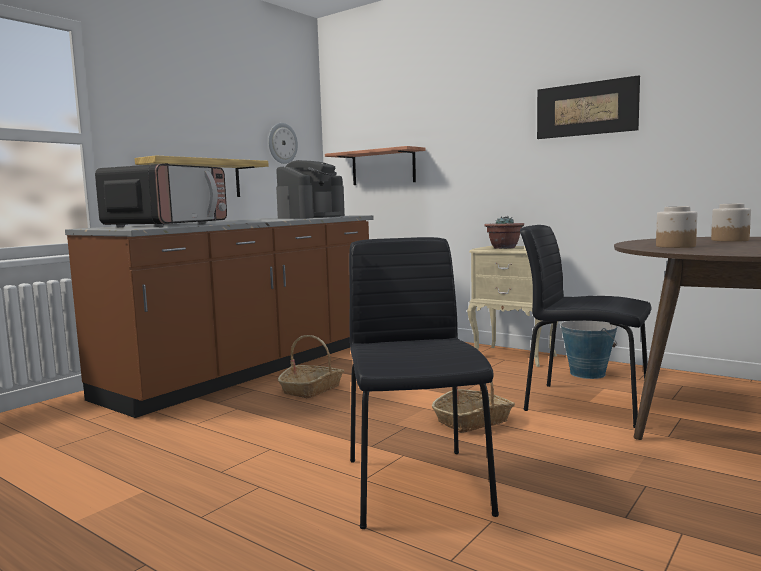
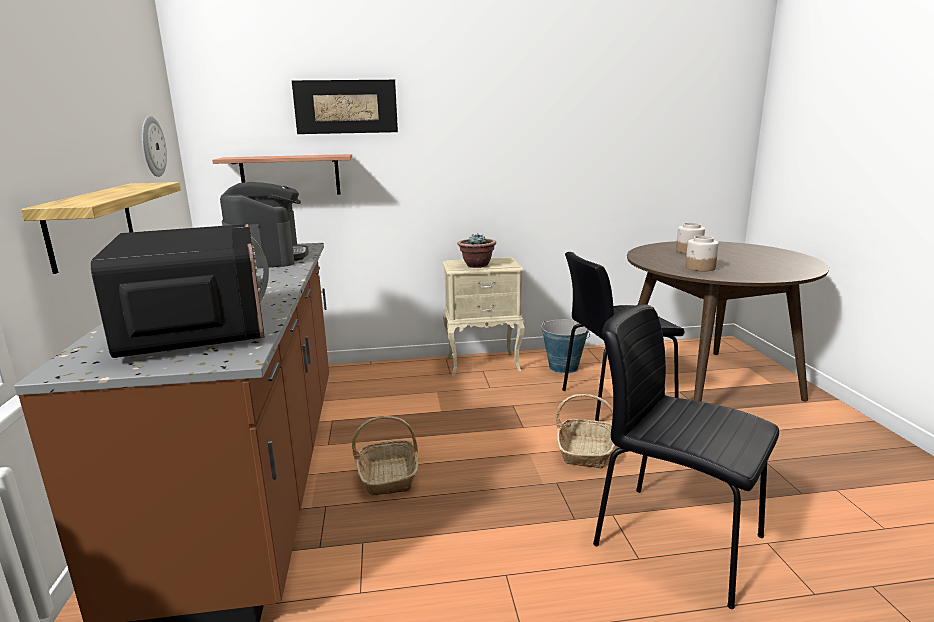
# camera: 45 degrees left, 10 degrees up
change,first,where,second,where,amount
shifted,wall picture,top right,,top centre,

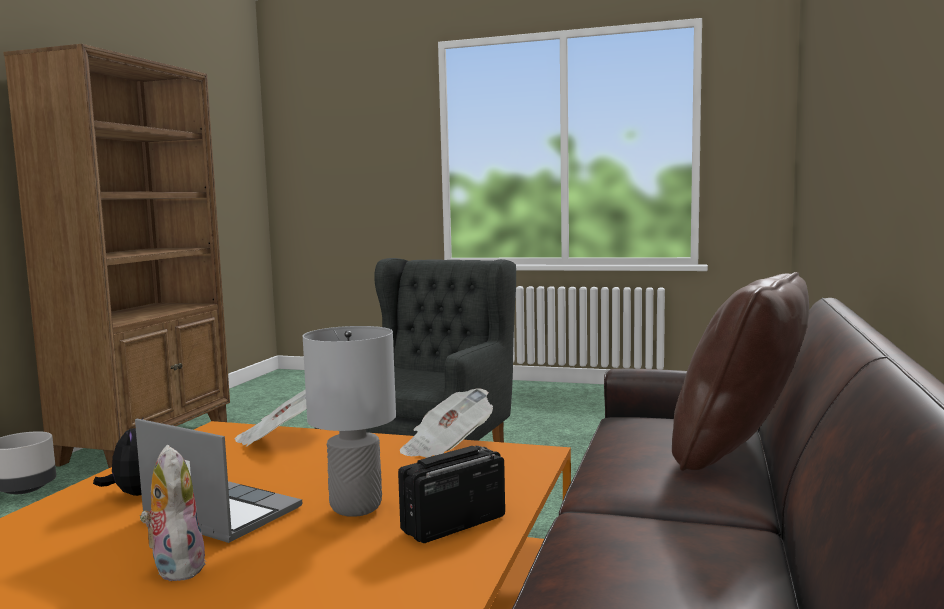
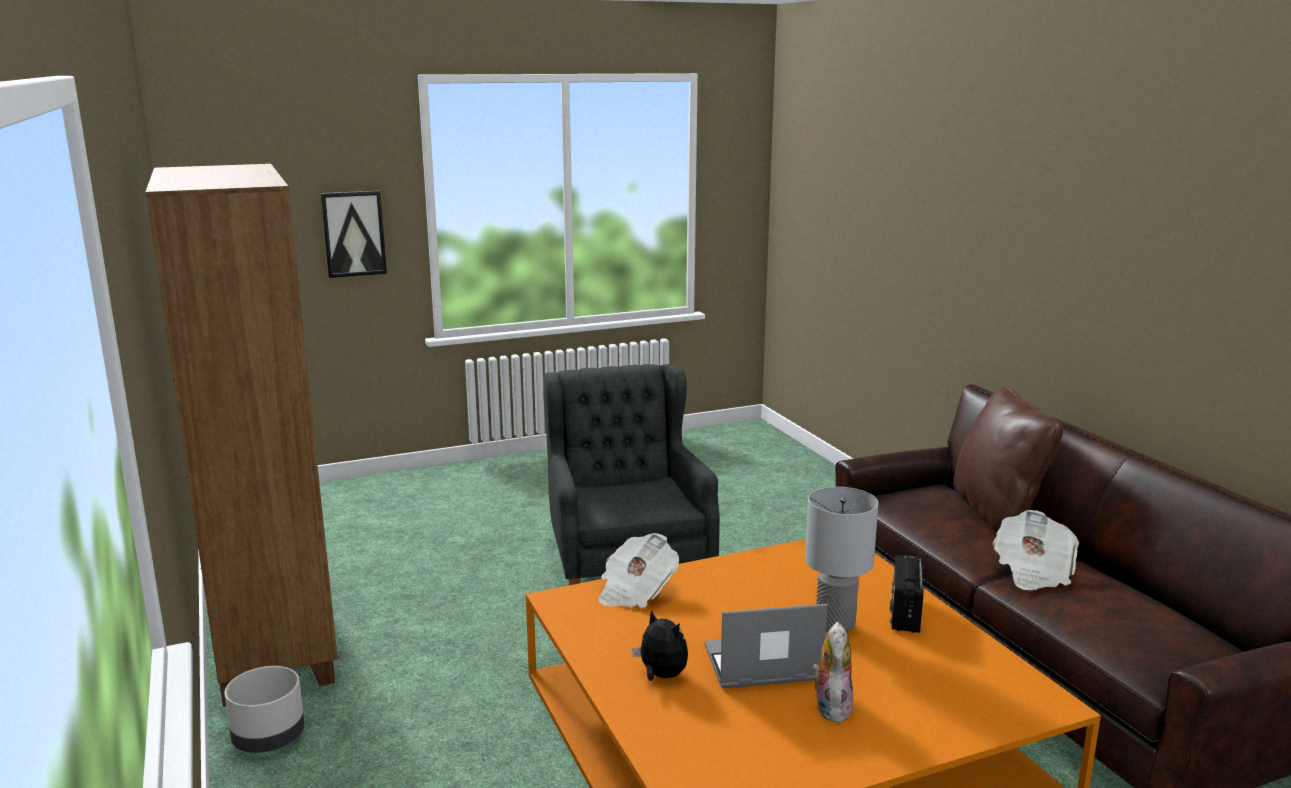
# camera: 40 degrees left, 10 degrees up
change,first,where,second,where,amount
shifted,newspaper (no. 2 from left),bottom centre,,bottom right,
rotated,plush toy (no. 2 from left),bottom left,,bottom centre,75 degrees clockwise
new,,,wall picture,top left,

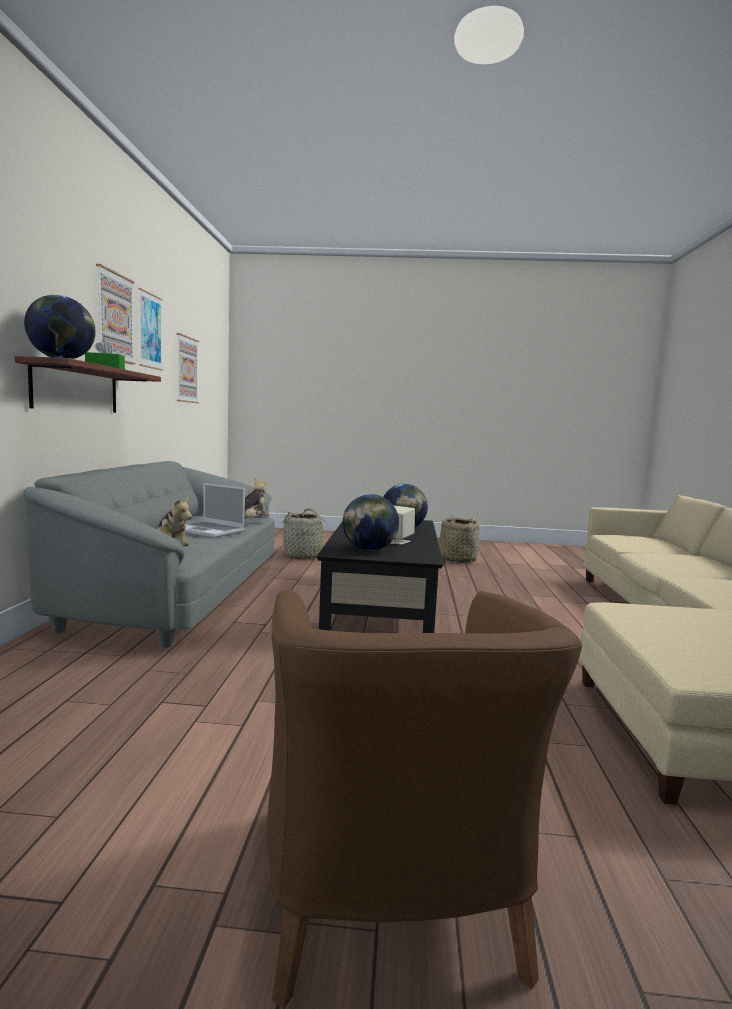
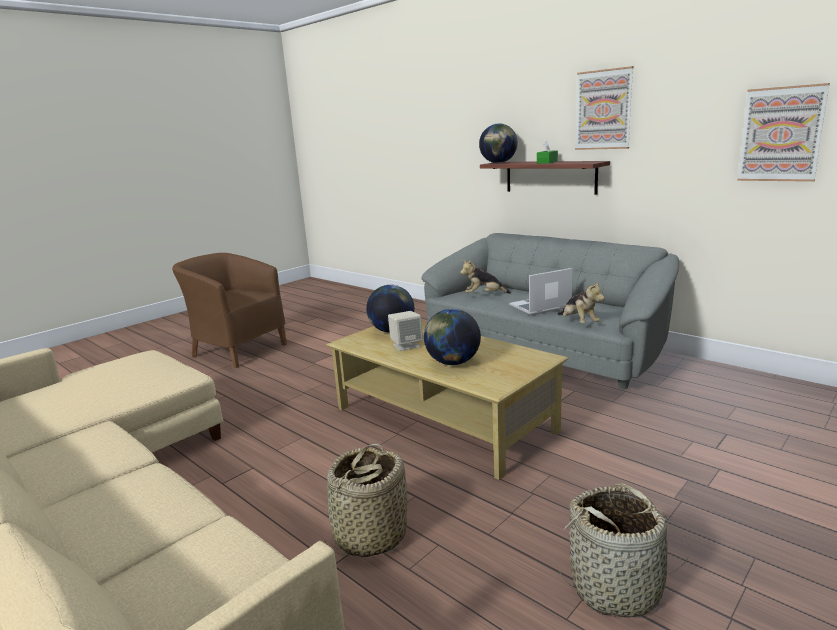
# camera: 130 degrees right, 10 degrees up
change,first,where,second,where,amount
gone,wall picture (no. 2 from left),top left,,,
shifted,household basket (no. 1 from left),centre,,bottom centre,
repainted,lounge table/blackish,centre,lounge table/sand-coloured,centre,

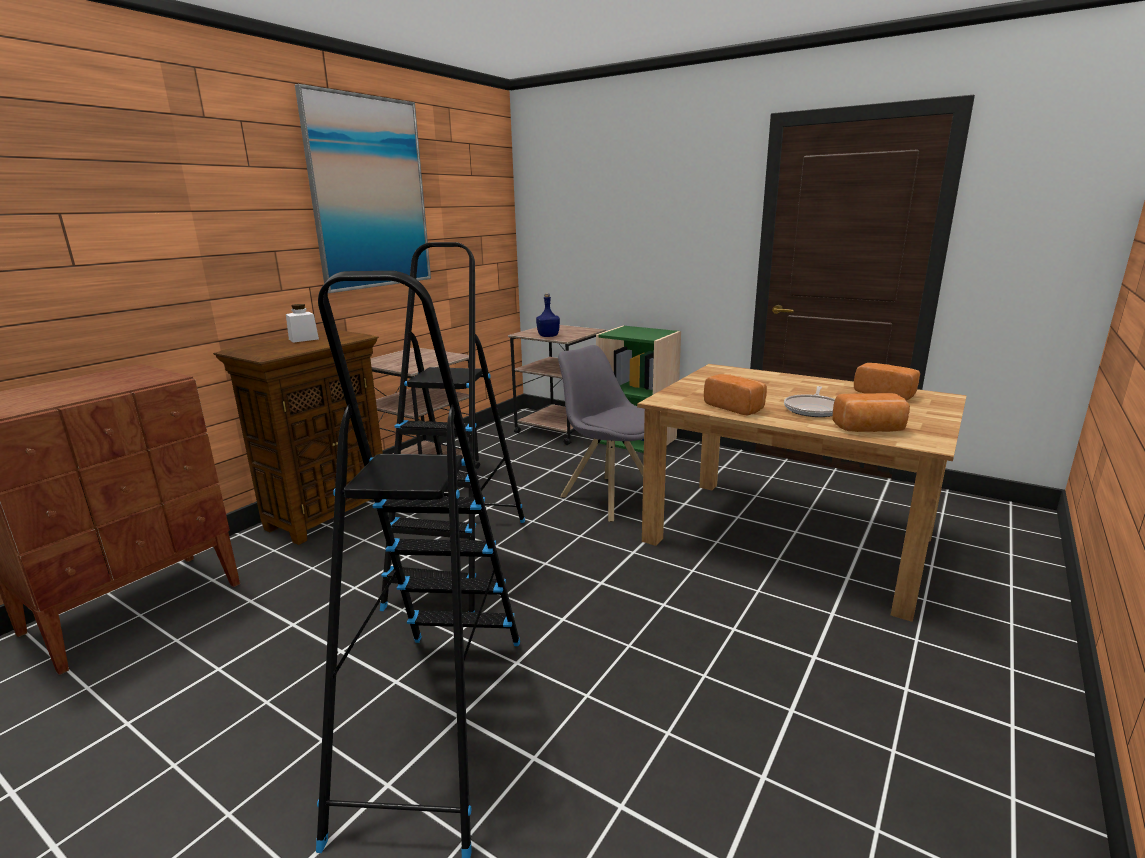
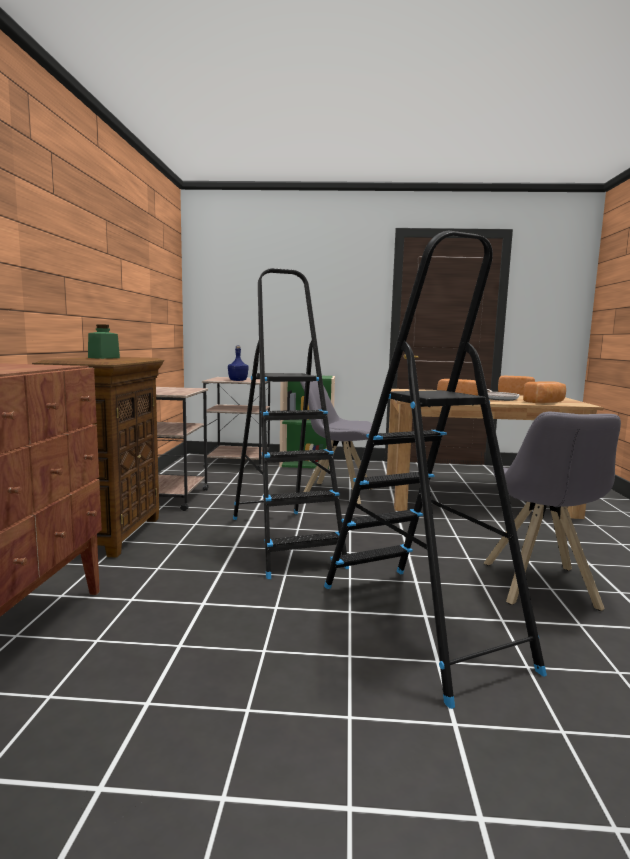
# camera: 30 degrees left, 10 degrees down
change,first,where,second,where,amount
gone,wall picture,top left,,,
repainted,jar/whitish,middle left,jar/greenish,middle left,
new,,,plain chair/greyish (no. 2 from left),middle right,

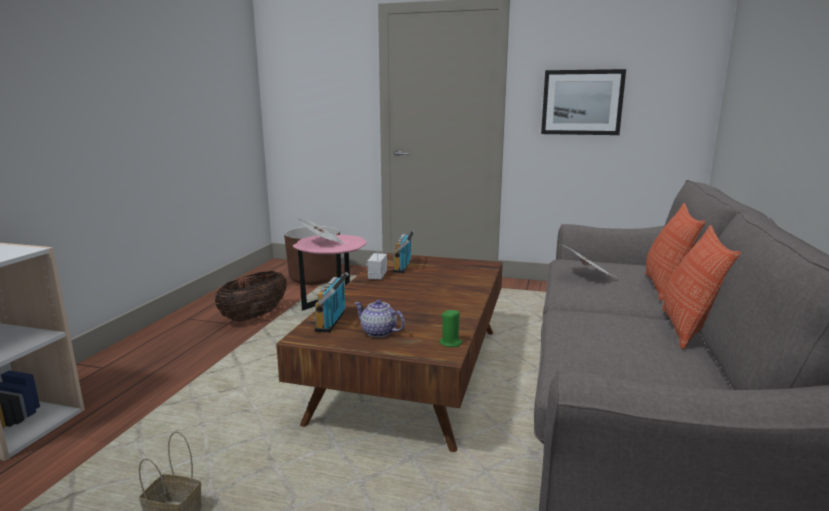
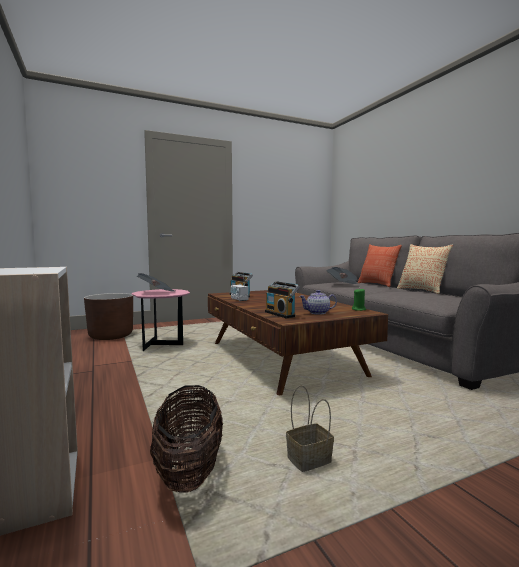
# camera: 40 degrees left, 10 degrees down
change,first,where,second,where,amount
gone,wall picture,top right,,,
repainted,throw pillow/orange (no. 2 from left),middle right,throw pillow/sand-coloured,middle right,
shifted,household basket (no. 2 from left in the first image),middle left,household basket (no. 1 from left),bottom centre,

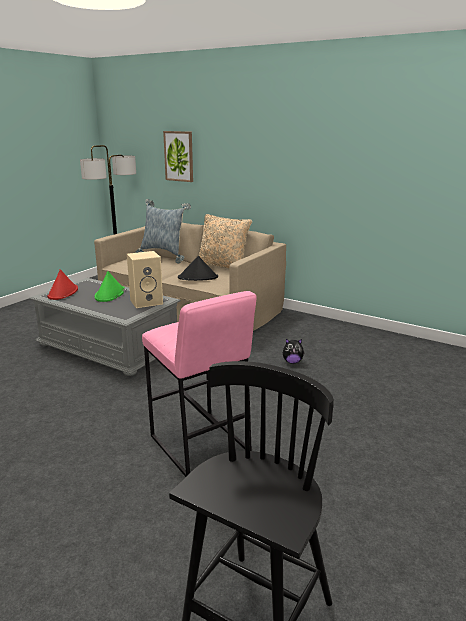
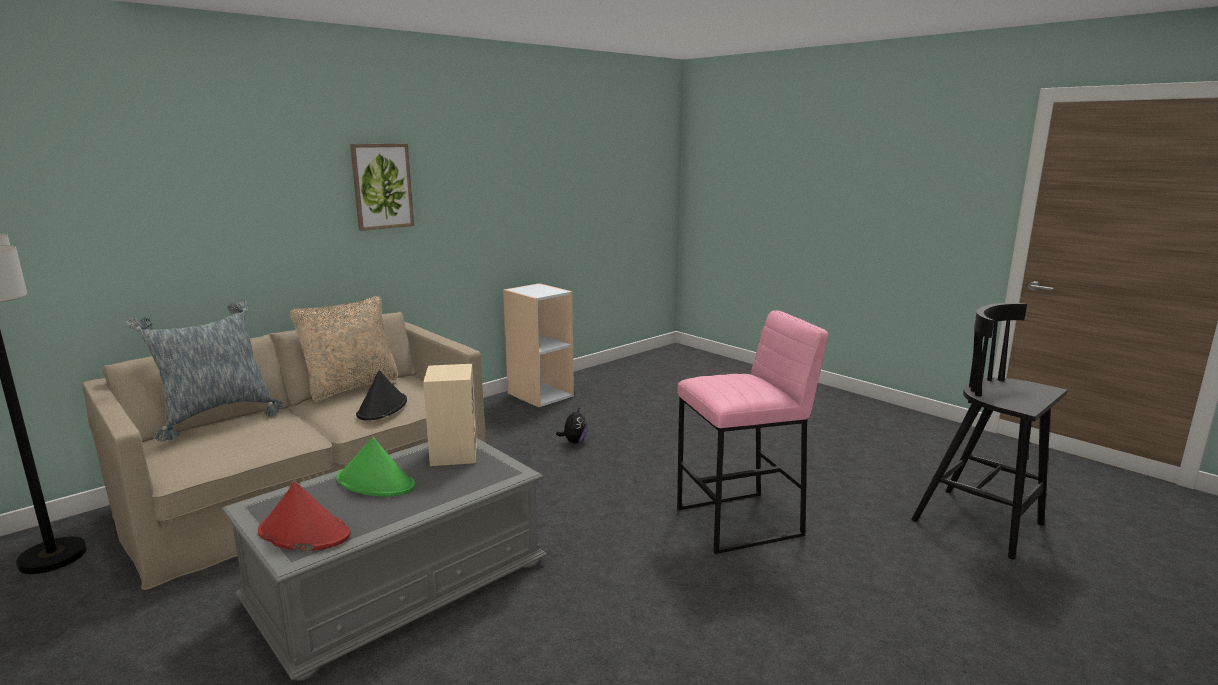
# camera: 75 degrees left, 5 degrees down
change,first,where,second,where,amount
shifted,wall picture,top centre,,top left,
new,,,shelving unit,centre,

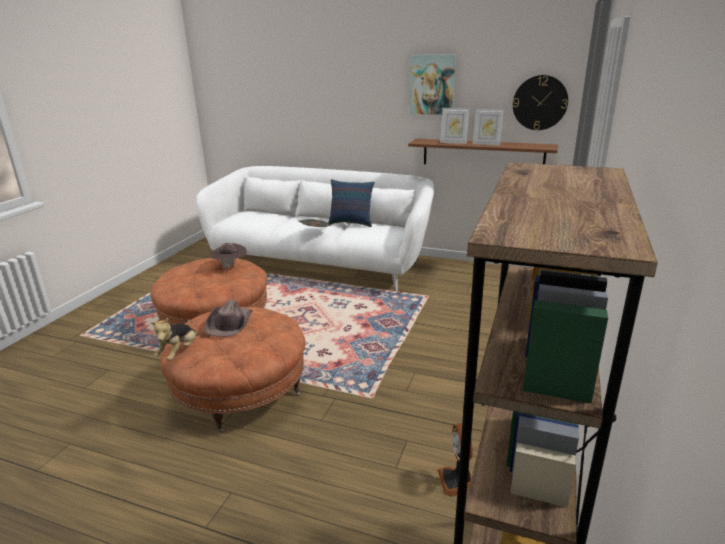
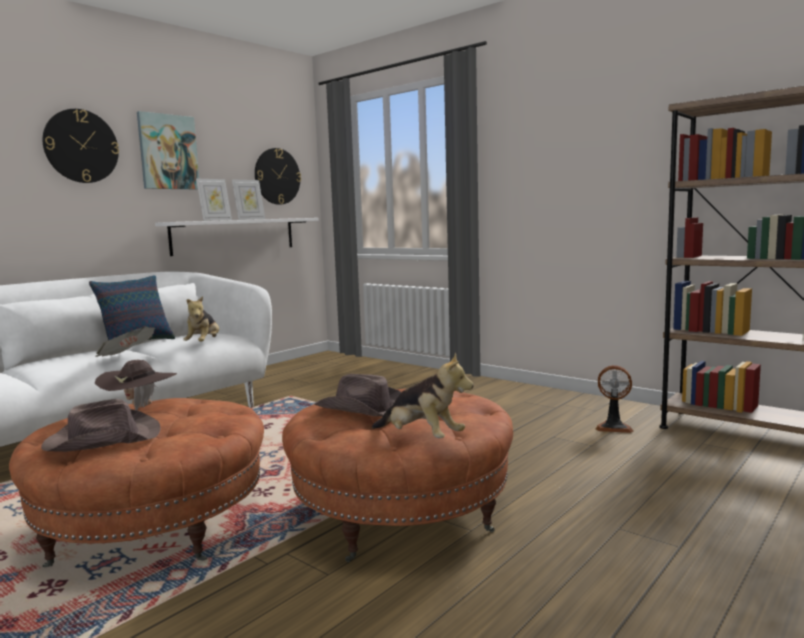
# camera: 70 degrees left, 15 degrees down
change,first,where,second,where,amount
repainted,wall shelf/brownish,top centre,wall shelf/whitish,middle left,
new,,,wall clock (no. 1 from left),top left,
new,,,plush toy (no. 1 from left),middle left,
new,,,wearable hat/brownish (no. 1 from left),middle left,

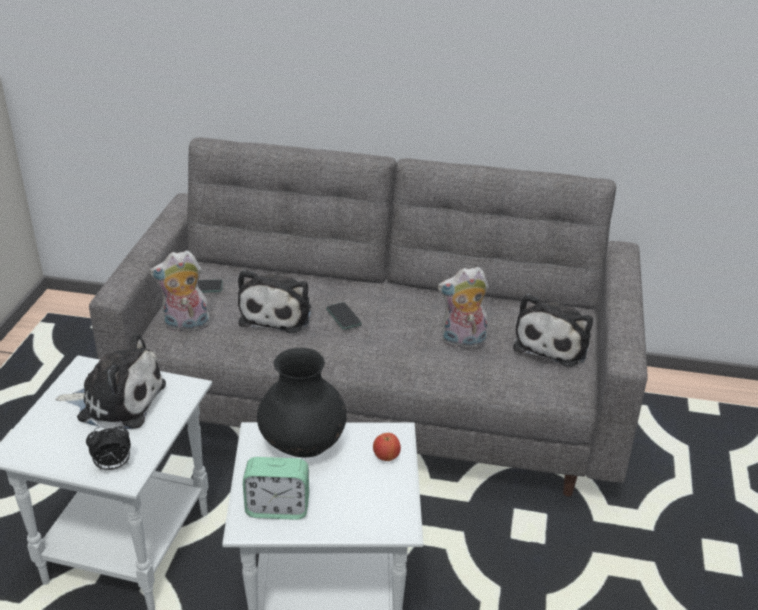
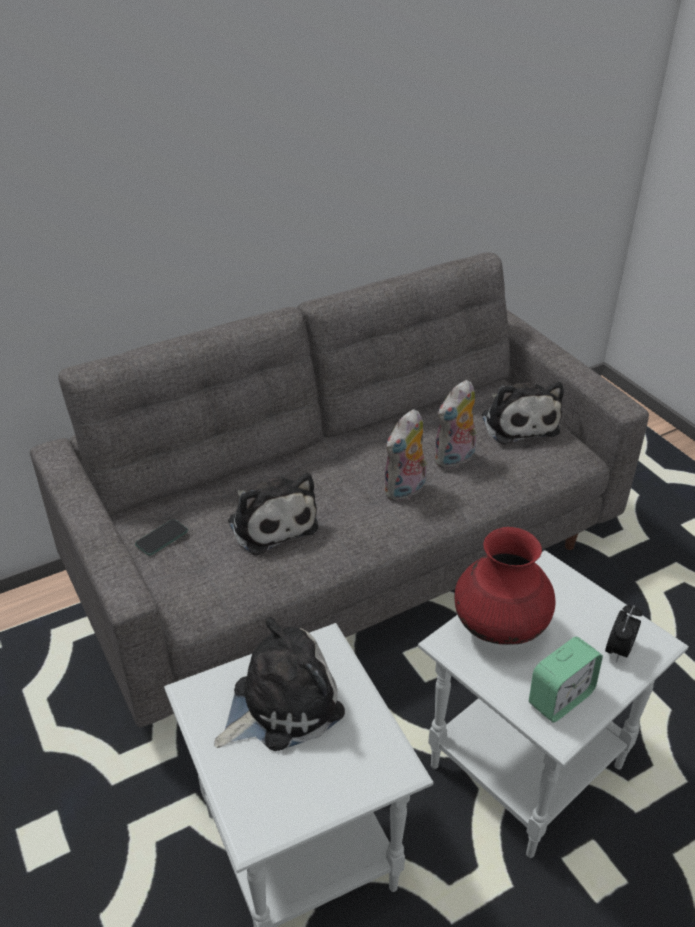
# camera: 40 degrees left, 5 degrees up
change,first,where,second,where,amount
shifted,plush toy (no. 2 from left in the first image),middle left,plush toy (no. 3 from left),centre,
gone,telephone (no. 2 from left),centre,,,
repainted,vase/blackish,centre,vase/red-coloured,middle right,
shifted,alarm clock (no. 1 from left in the first image),bottom left,alarm clock (no. 2 from left),bottom right,
gone,apple,bottom centre,,,

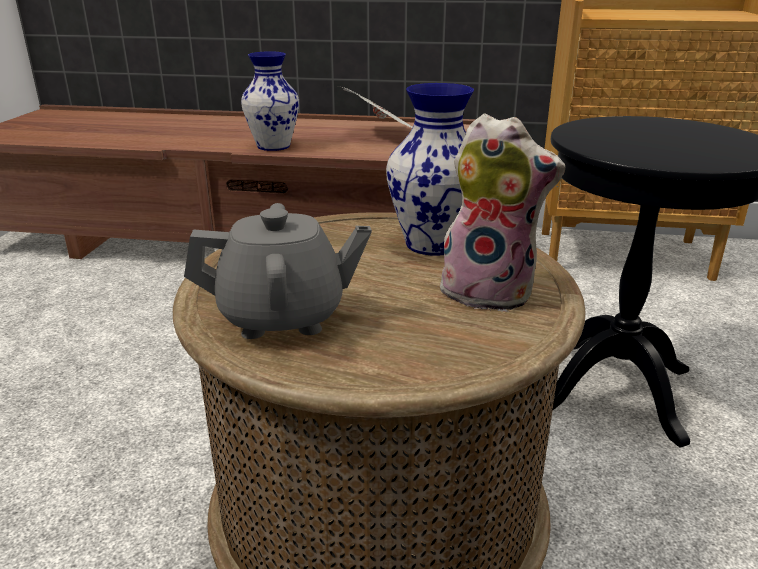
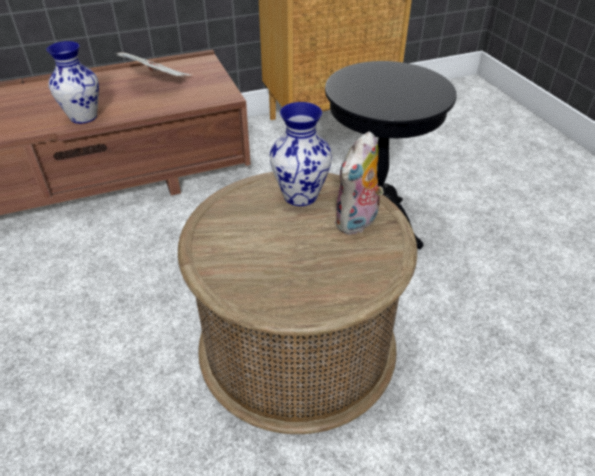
# camera: 30 degrees left, 15 degrees up
change,first,where,second,where,amount
rotated,plush toy,centre,,centre,135 degrees clockwise
gone,tea pot/greyish,centre,,,

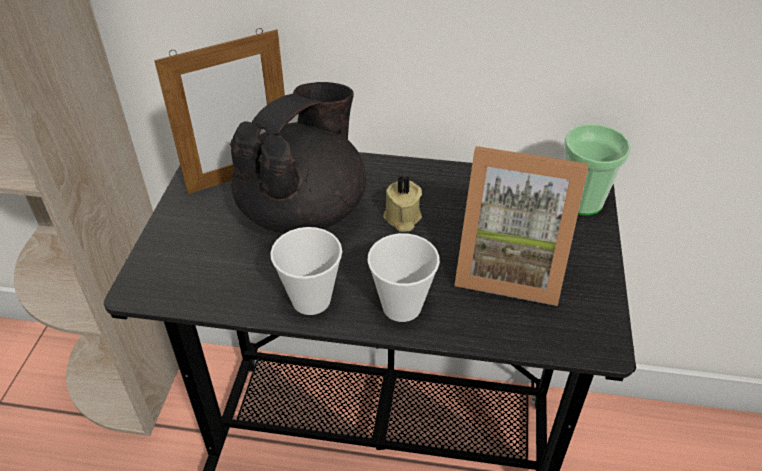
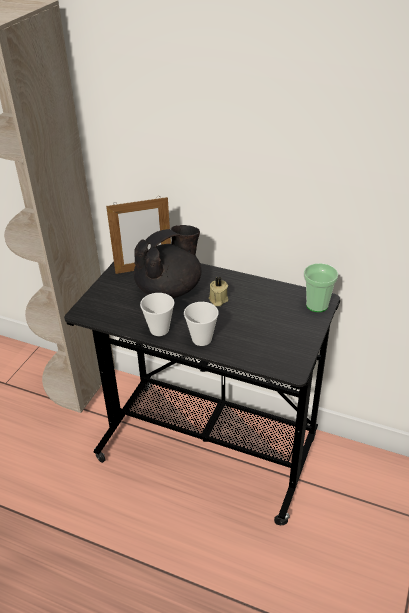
# camera: 15 degrees right, 5 degrees down
change,first,where,second,where,amount
gone,standing frame (no. 2 from left),middle right,,,

